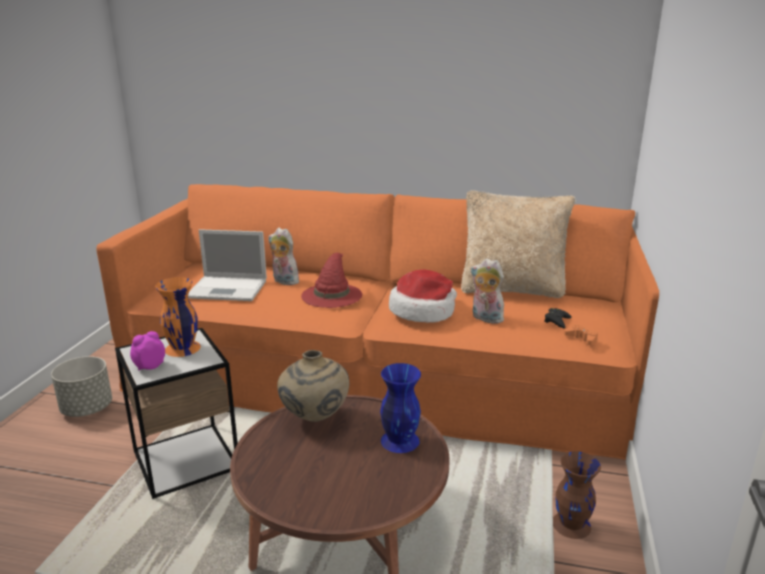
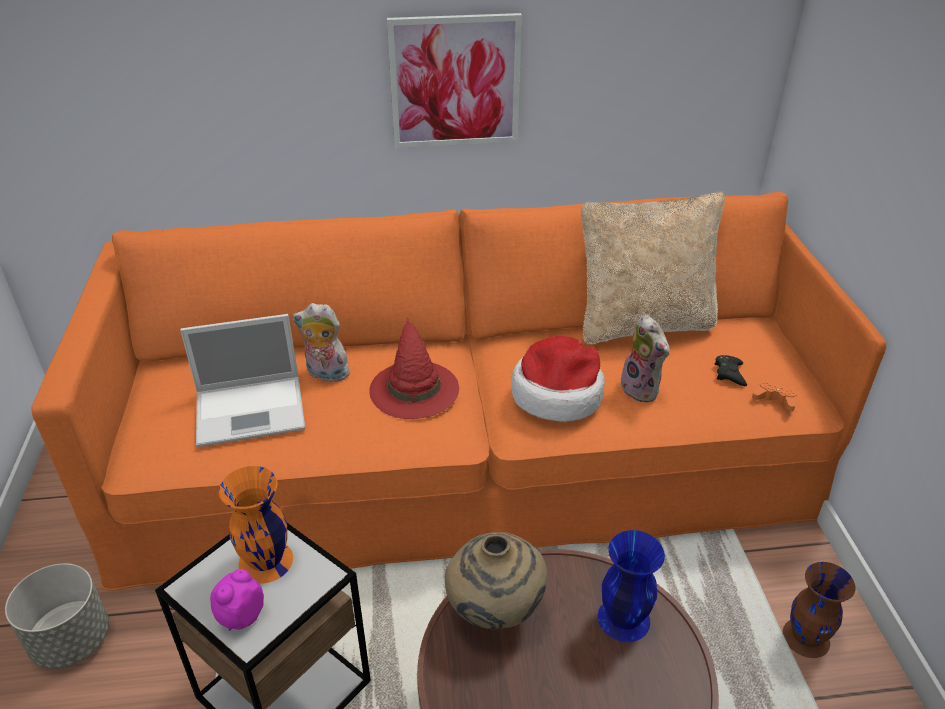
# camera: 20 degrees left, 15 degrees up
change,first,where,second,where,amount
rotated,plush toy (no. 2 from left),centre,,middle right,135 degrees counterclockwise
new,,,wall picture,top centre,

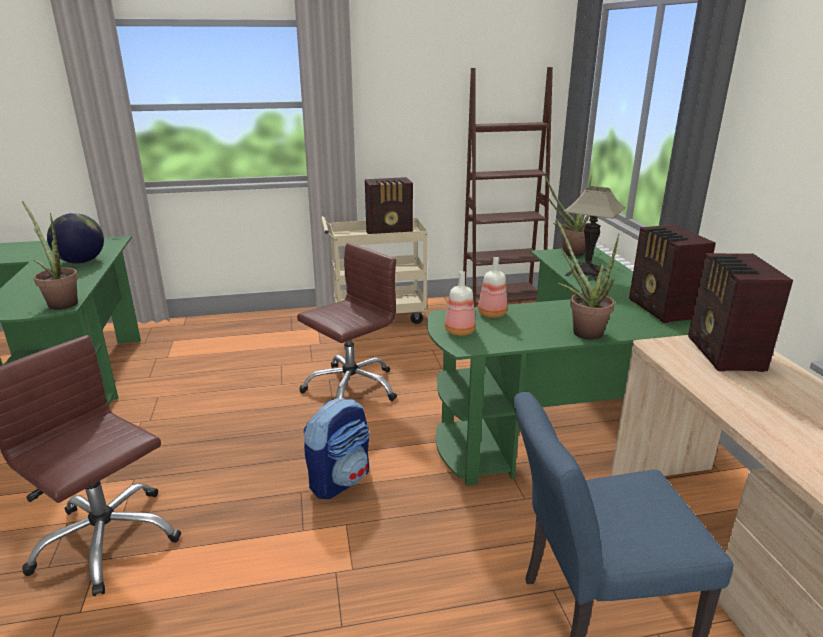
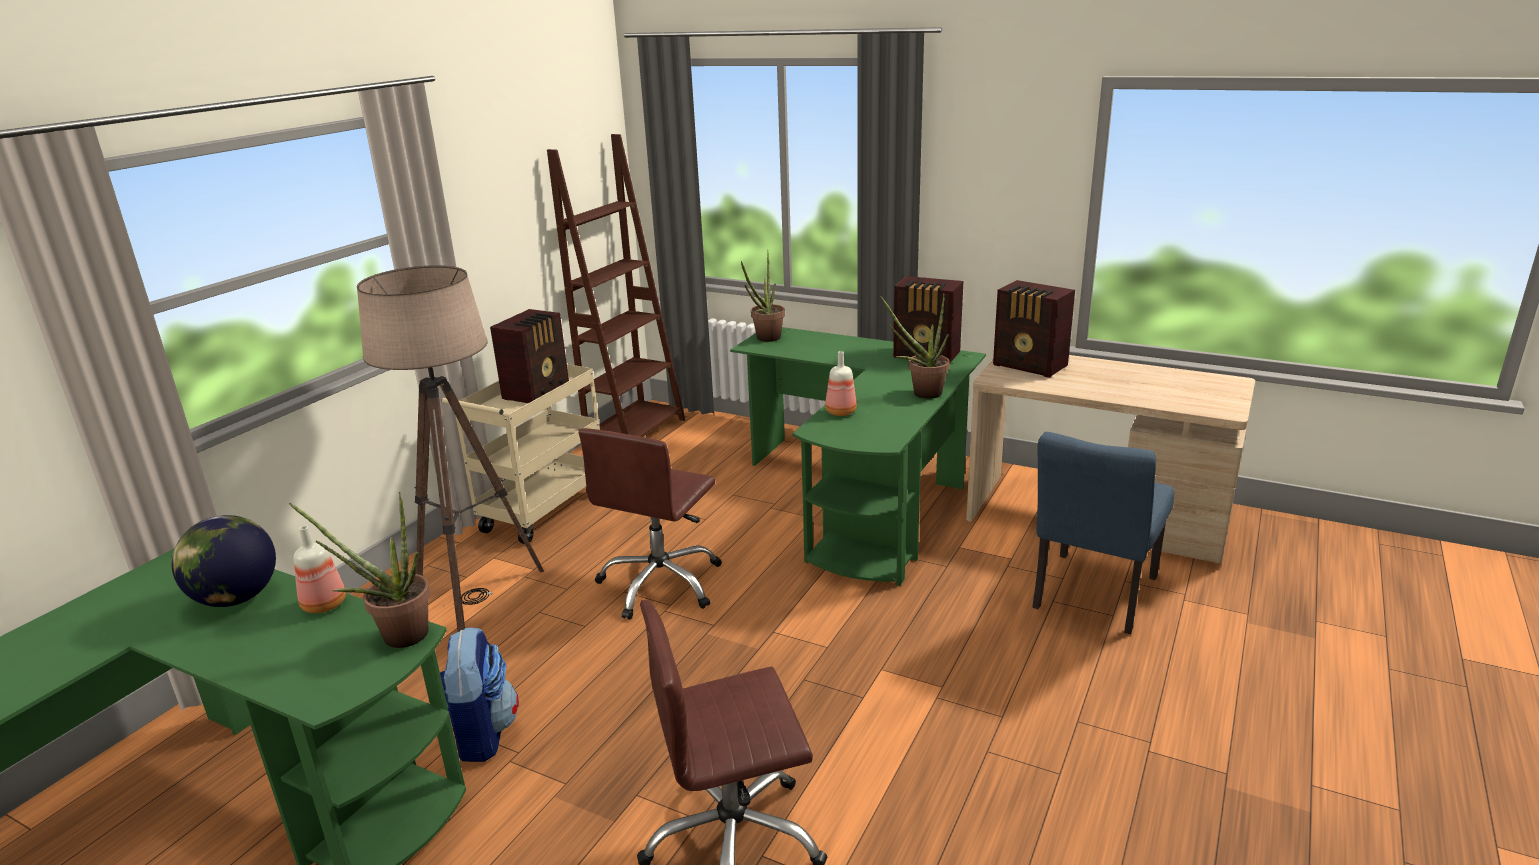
# camera: 50 degrees left, 0 degrees up
change,first,where,second,where,amount
gone,lamp for a table,middle right,,,
rotated,desk chair/brownish (no. 2 from left in the first image),centre,desk chair/brownish (no. 1 from left),centre,150 degrees counterclockwise
shifted,drink bottle (no. 1 from left),centre,,middle left,
shifted,knapsack,bottom centre,,bottom left,
new,,,standing lamp,middle left,

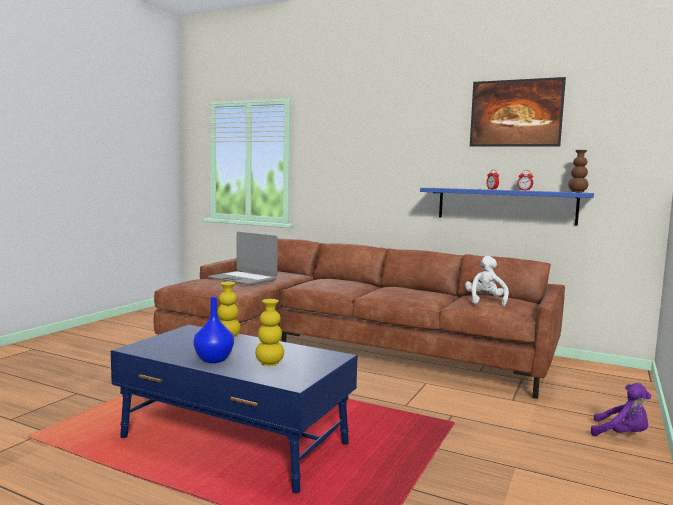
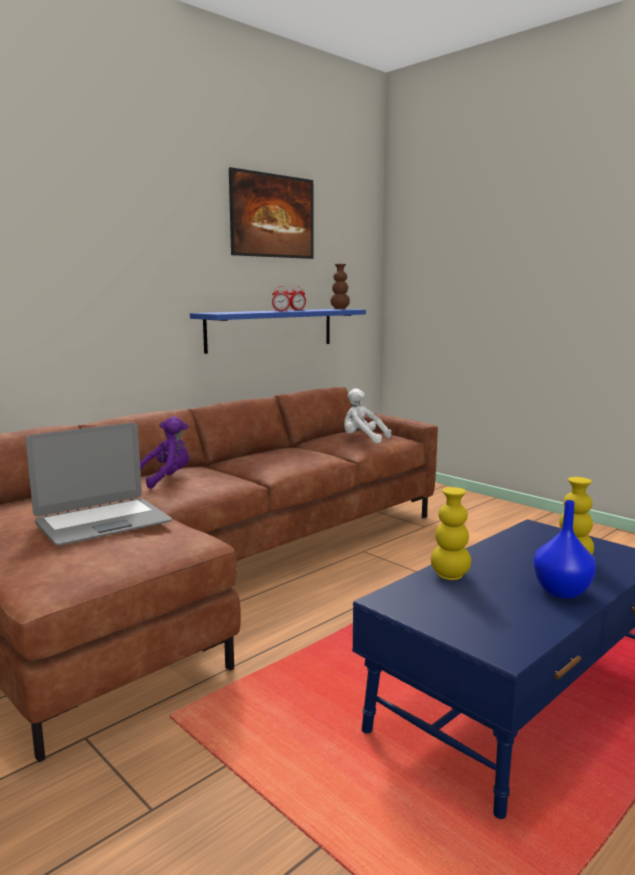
# camera: 70 degrees left, 5 degrees up
change,first,where,second,where,amount
shifted,plush toy/purple,bottom right,,middle left,

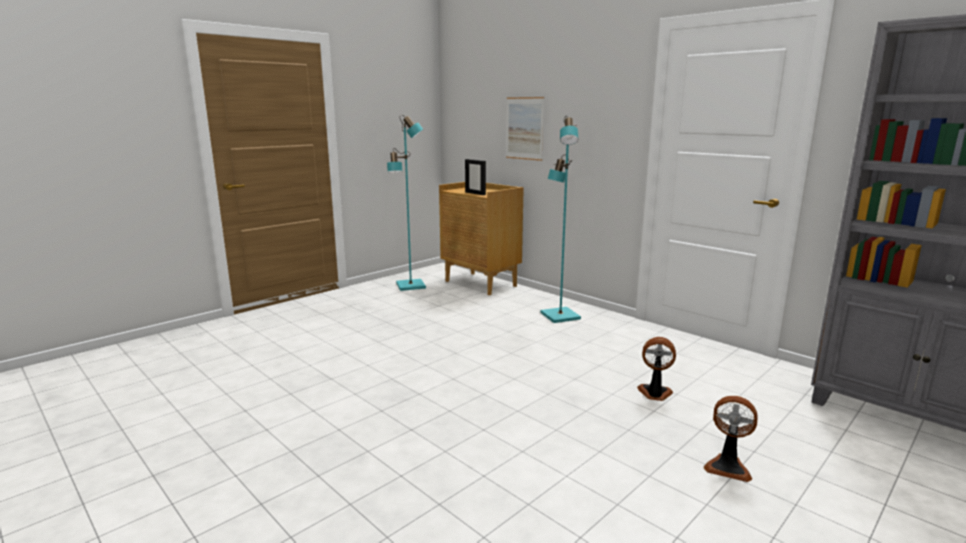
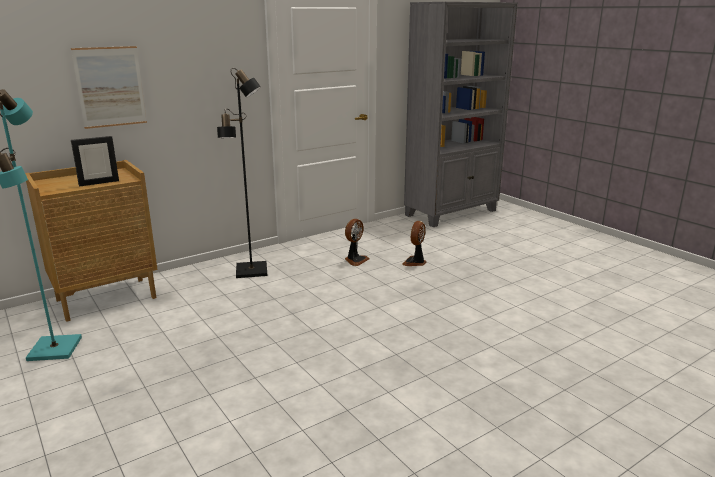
# camera: 80 degrees left, 5 degrees up
change,first,where,second,where,amount
repainted,standing lamp/blue-green (no. 2 from left),centre,standing lamp/blackish,centre,
shifted,fan (no. 2 from left in the first image),bottom right,fan (no. 1 from left),centre,

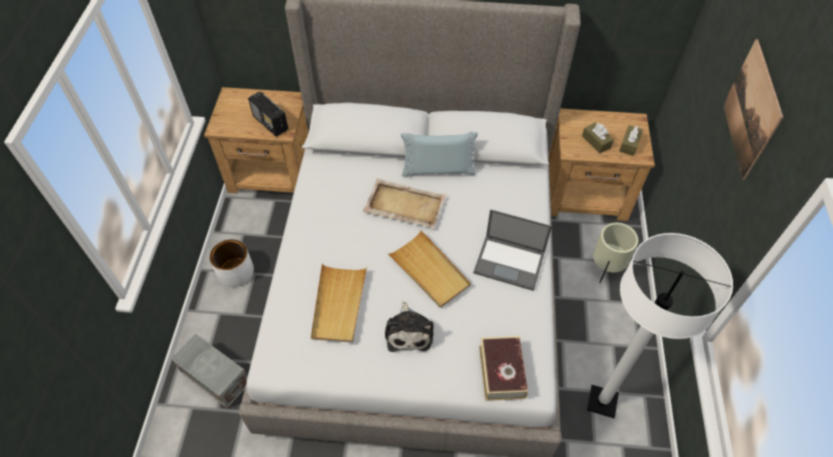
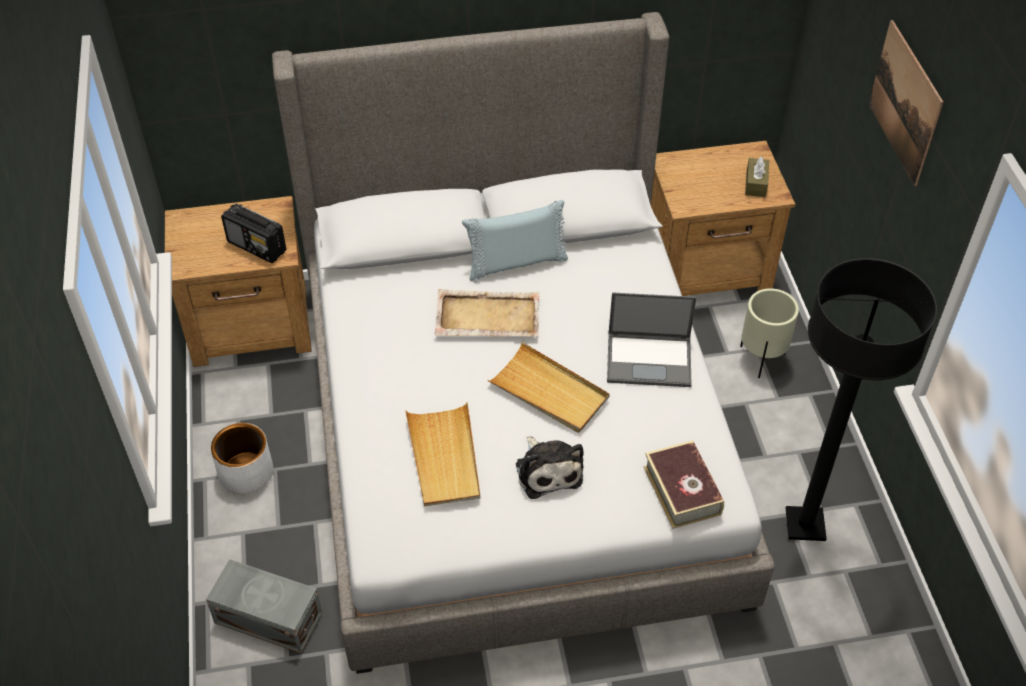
# camera: 15 degrees left, 5 degrees down
change,first,where,second,where,amount
gone,box of tissues/brownish (no. 1 from left),top right,,,
repainted,standing lamp/whitish,bottom right,standing lamp/blackish,middle right,

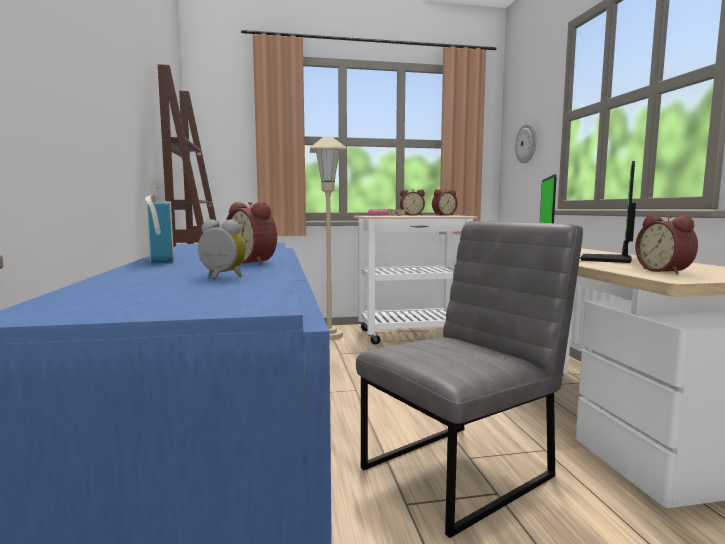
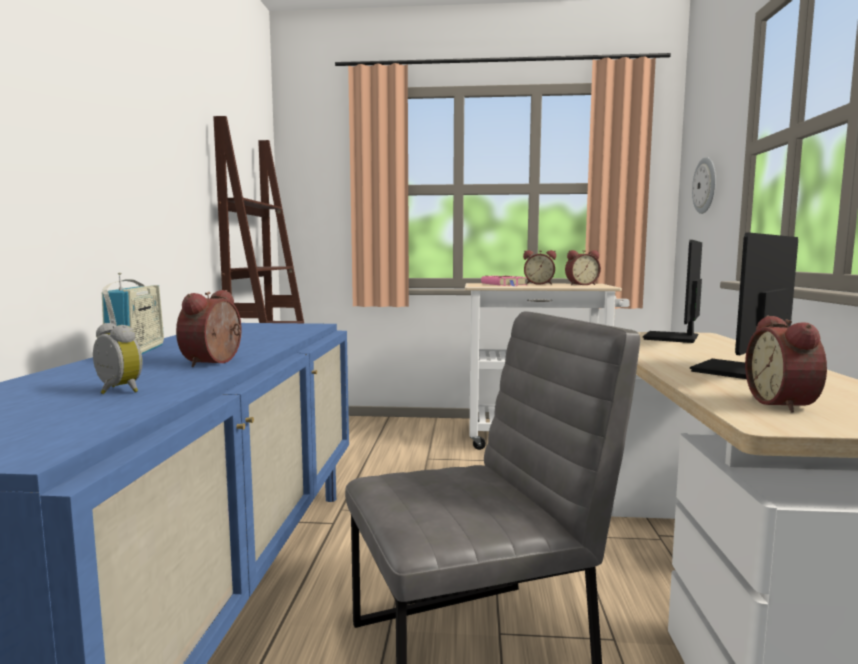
# camera: 15 degrees right, 0 degrees up
change,first,where,second,where,amount
gone,standing lamp/sand-coloured,centre,,,
rotated,alarm clock (no. 2 from left),centre,,middle left,45 degrees clockwise

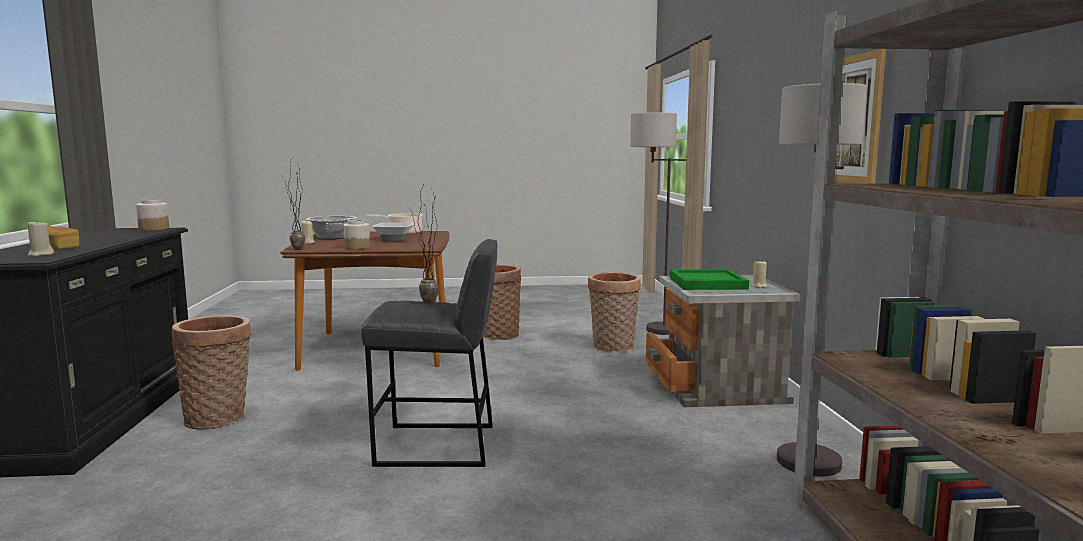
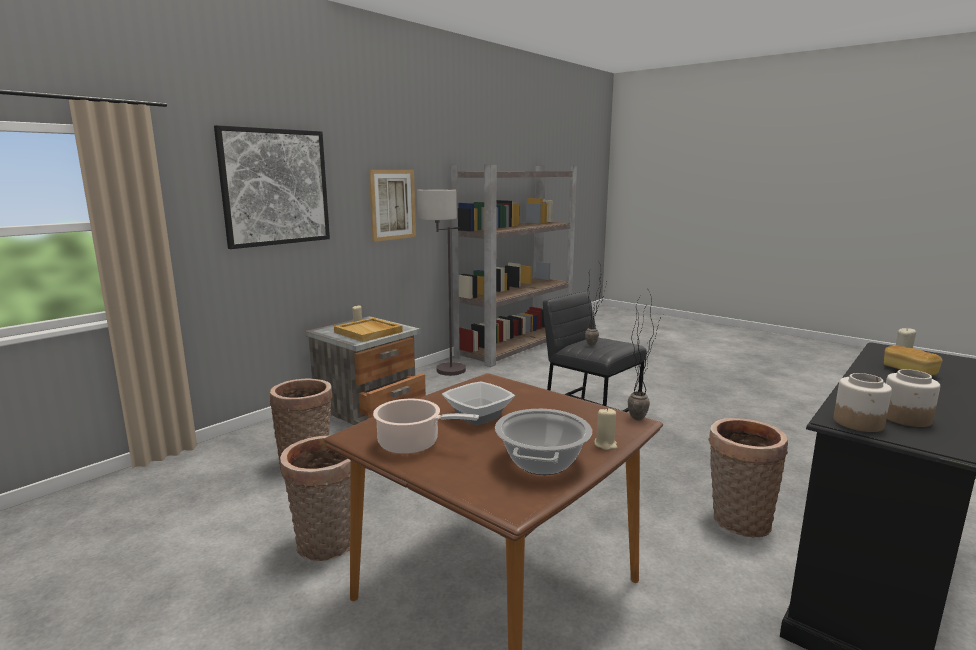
# camera: 135 degrees left, 5 degrees up
change,first,where,second,where,amount
gone,standing lamp/greyish (no. 1 from left),centre,,,
shifted,jar (no. 2 from left),middle left,,middle right,
repainted,tray/greenish,centre,tray/sand-coloured,centre,
new,,,wall picture (no. 1 from left),top left,

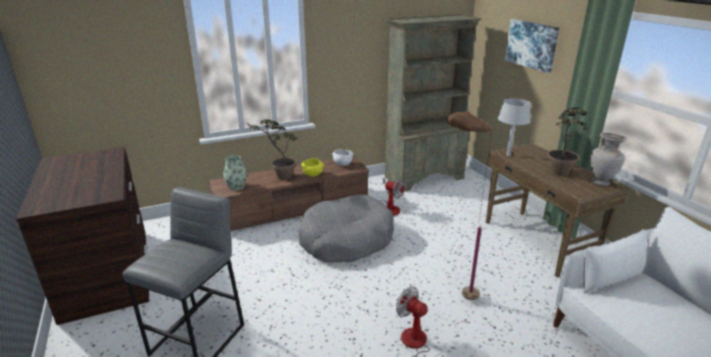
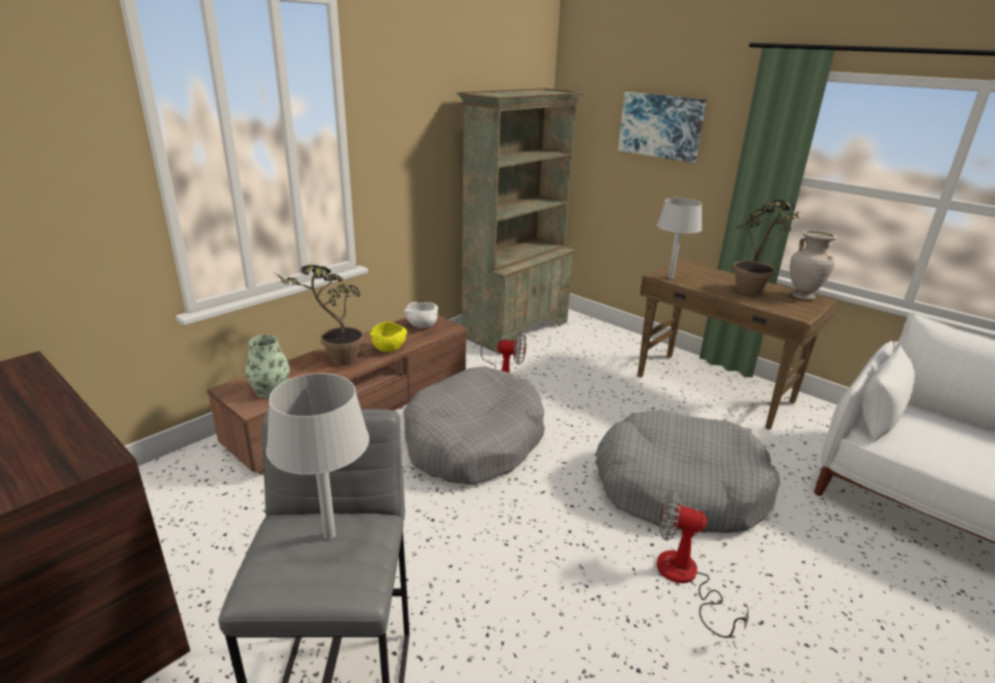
# camera: 25 degrees left, 0 degrees up
change,first,where,second,where,amount
swapped,standing lamp/brownish,centre,dog bed/greyish (no. 2 from left),bottom right,
new,,,lamp for a table/greyish (no. 1 from left),bottom left,

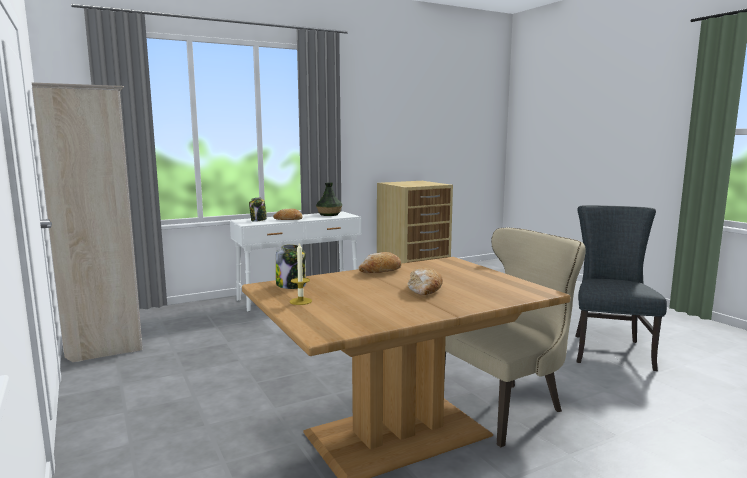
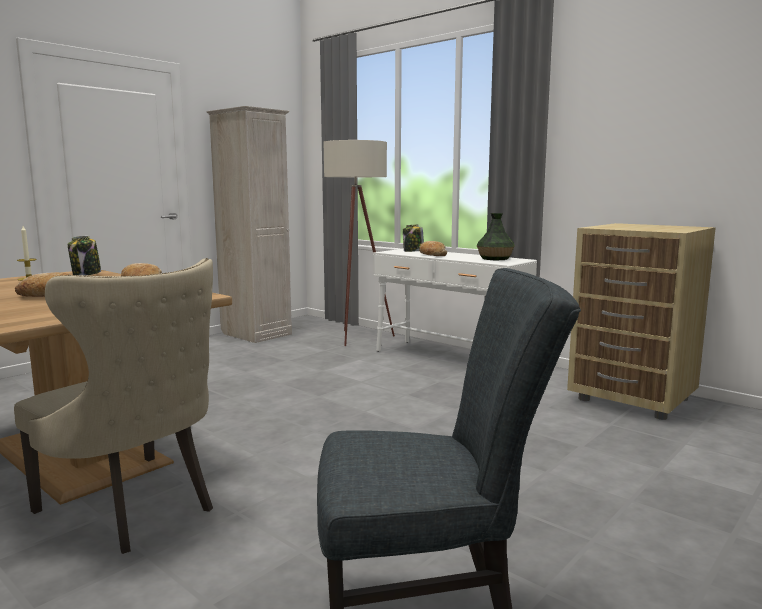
# camera: 70 degrees right, 0 degrees up
change,first,where,second,where,amount
new,,,standing lamp/sand-coloured,centre,

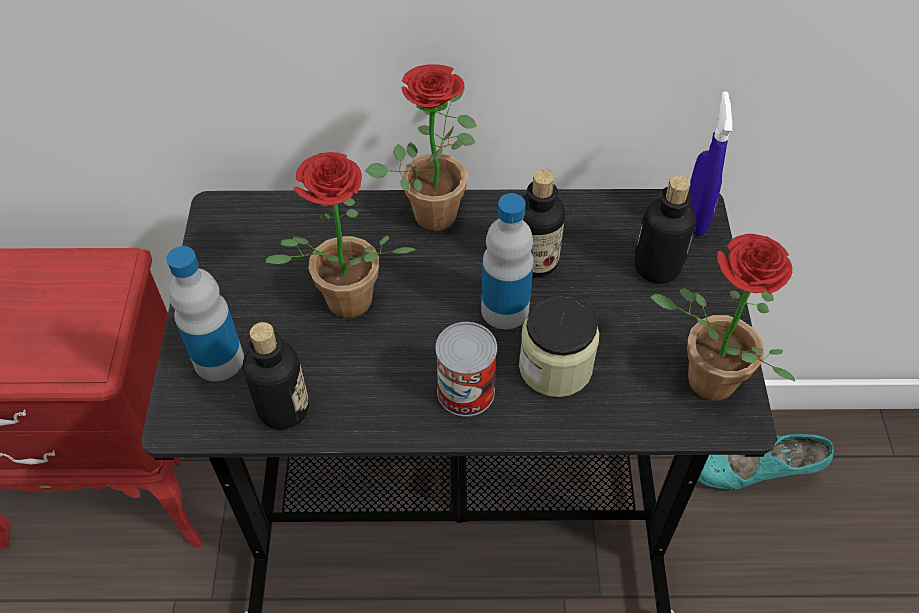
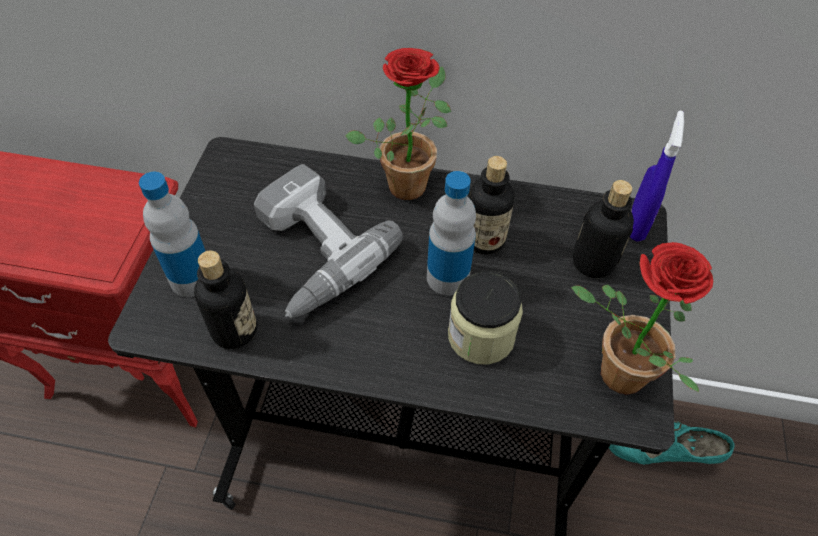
# camera: 10 degrees right, 0 degrees up
change,first,where,second,where,amount
swapped,potted plant (no. 1 from left),centre,electric drill,centre,
gone,metal can,centre,,,

